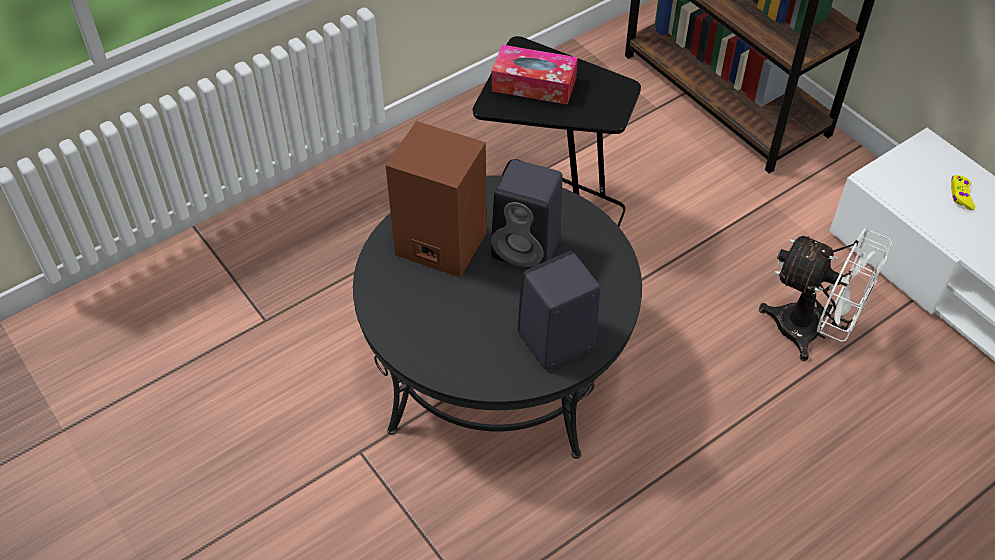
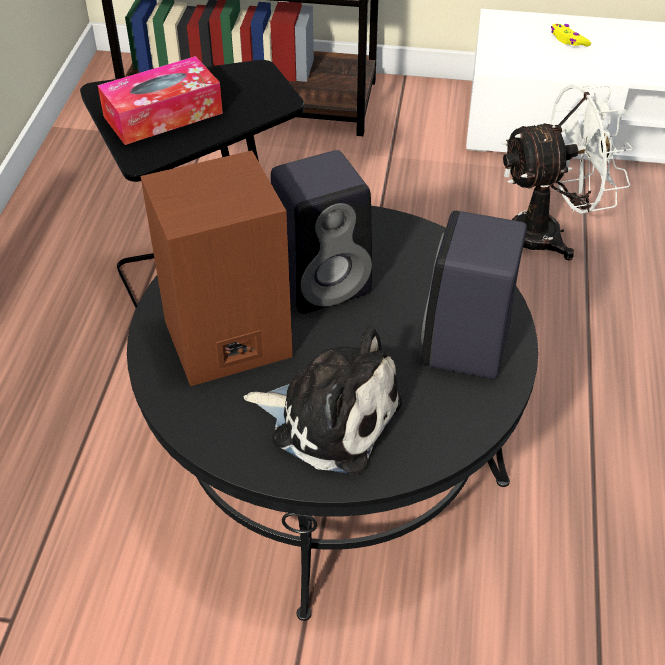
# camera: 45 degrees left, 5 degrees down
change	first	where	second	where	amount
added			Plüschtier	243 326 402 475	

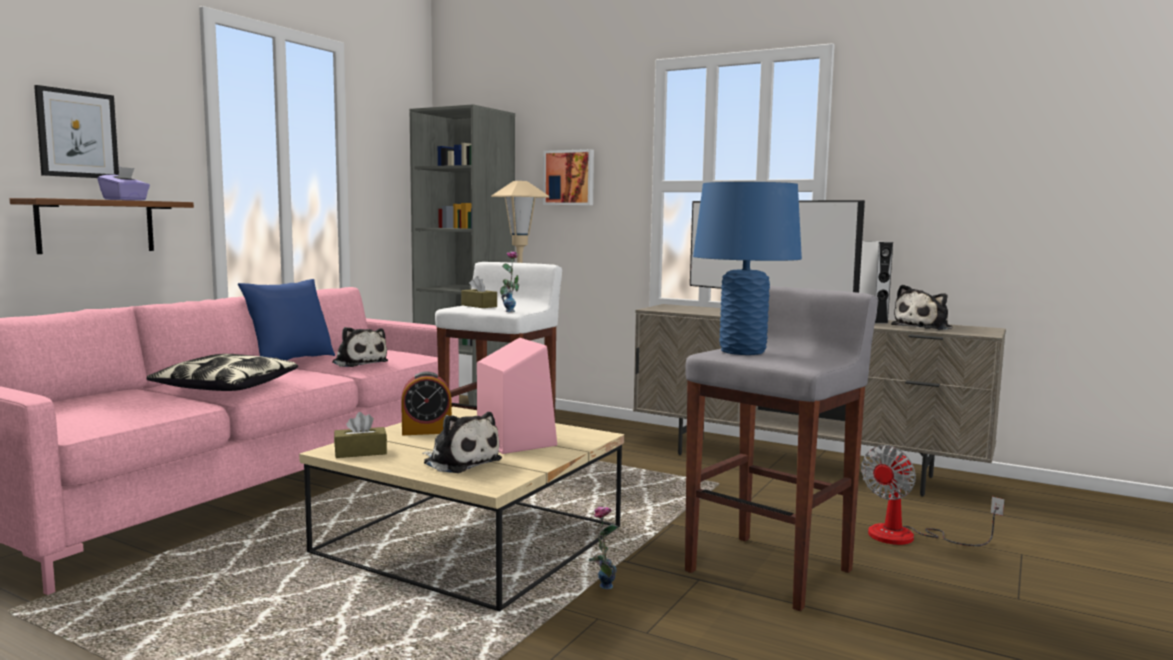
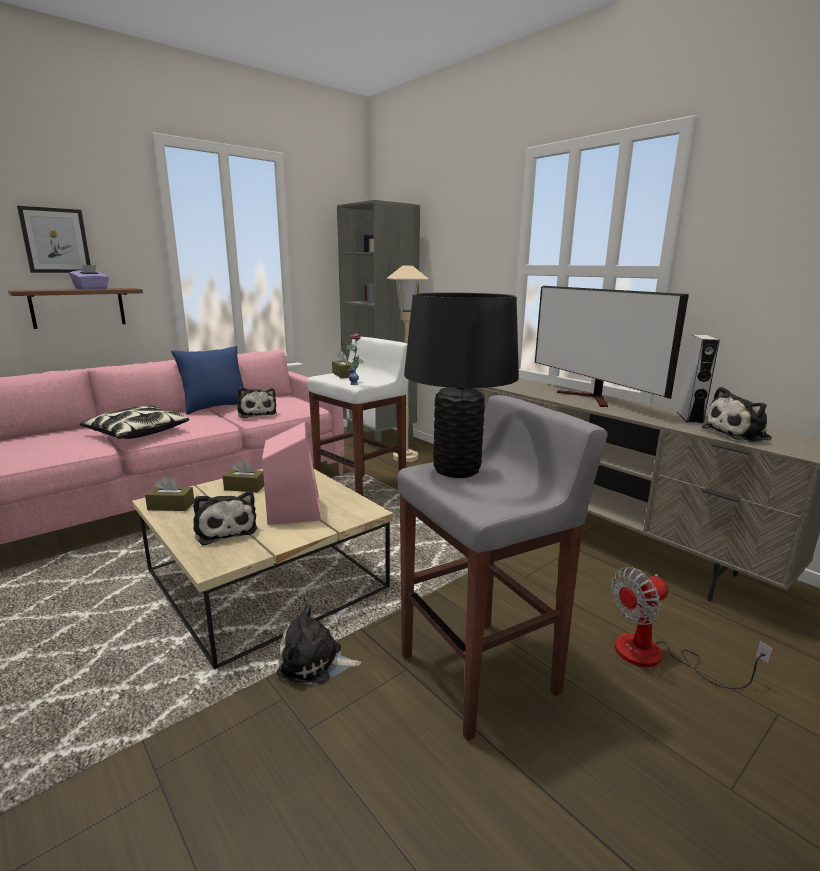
# camera: 20 degrees right, 10 degrees up
change	first	where	second	where	amount
removed	Bild	543 149 594 205			
replaced	Wecker	401 371 452 435	Taschentuchbox [braun]	223 459 264 492	
replaced	Vase	589 507 618 589	Plüschtier	277 603 361 685	
recoloured	Tischlampe [blau]	693 182 802 355	Tischlampe [schwarz]	404 292 519 478	

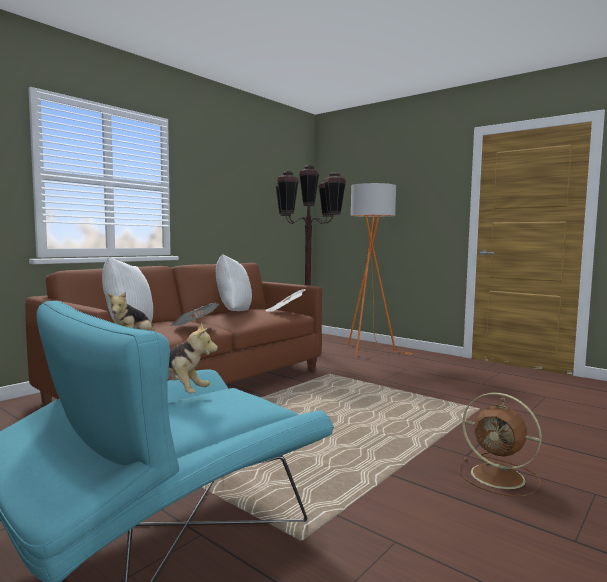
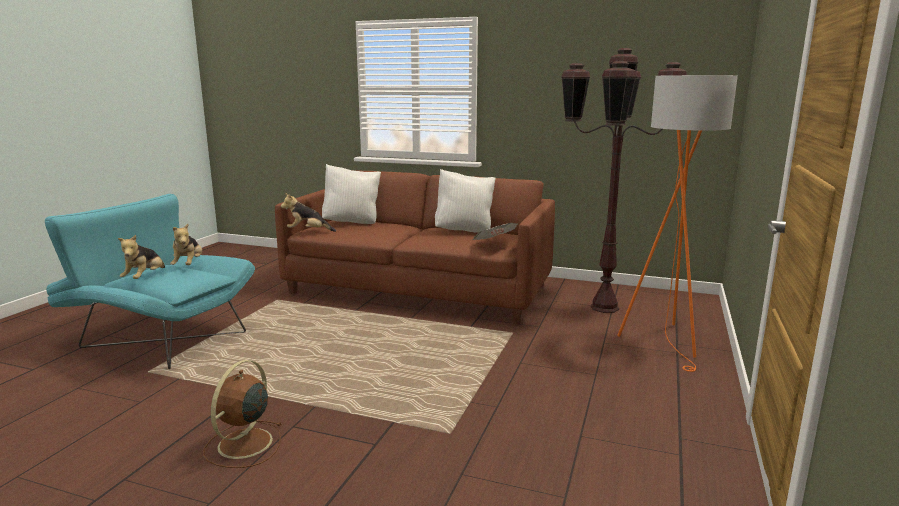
# camera: 70 degrees right, 10 degrees up
change	first	where	second	where	amount
removed	Zeitung	170 302 219 326			
added			Plüschtier	118 235 165 279	

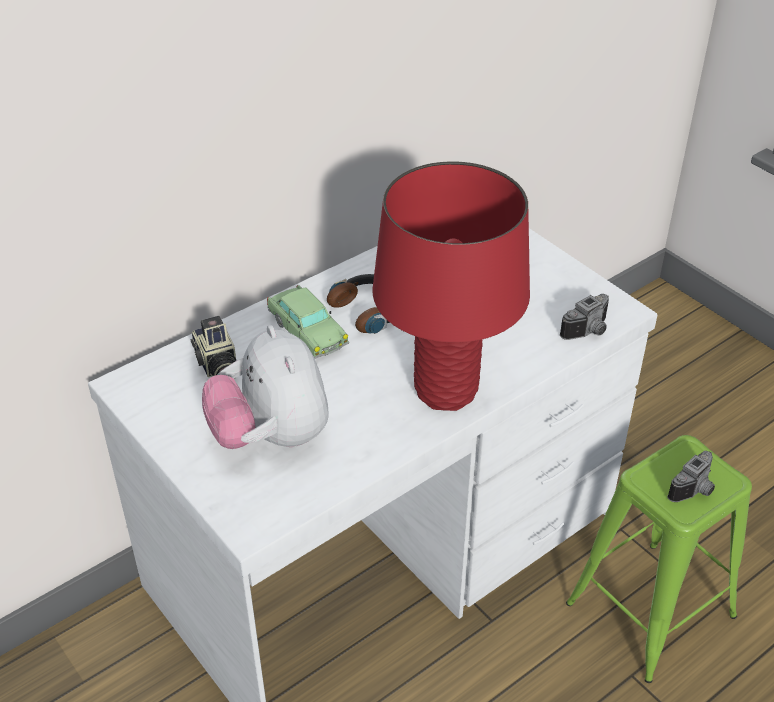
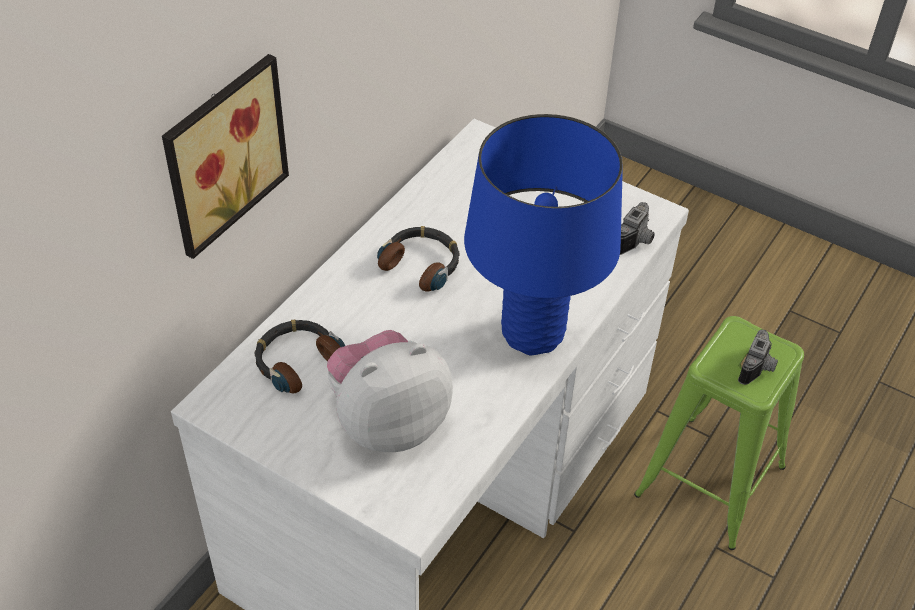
# camera: 20 degrees left, 5 degrees up
change	first	where	second	where	amount
removed	Spielzeugauto	267 285 349 359			
added			Bild	162 54 289 259	
replaced	Kamera	190 316 236 379	Kopfhörer	255 319 345 393	
recoloured	Tischlampe [rot]	372 161 530 411	Tischlampe [blau]	464 114 623 356	
turned	Plüschtier	202 325 328 449		327 330 453 452	105 degrees clockwise

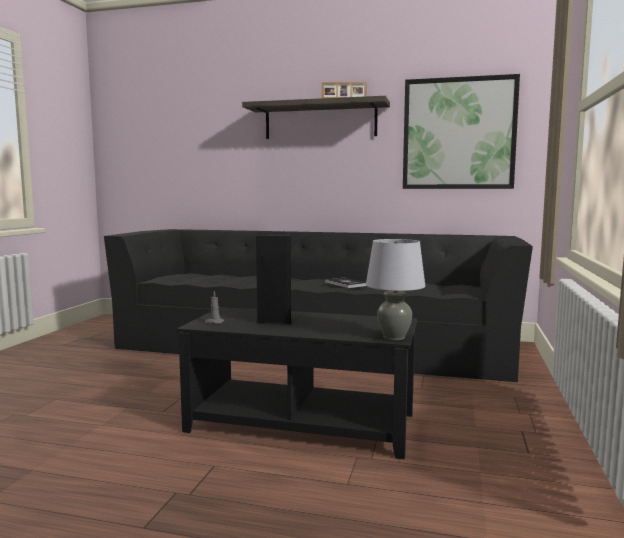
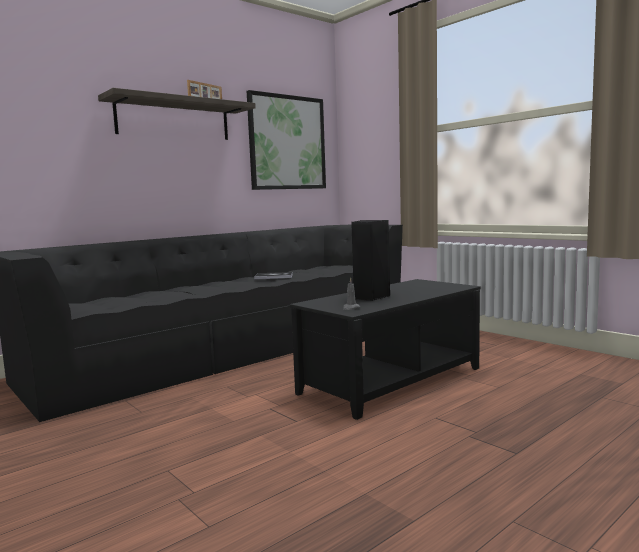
# camera: 55 degrees left, 0 degrees up
change	first	where	second	where	amount
removed	Tischlampe [grau]	366 239 425 340			

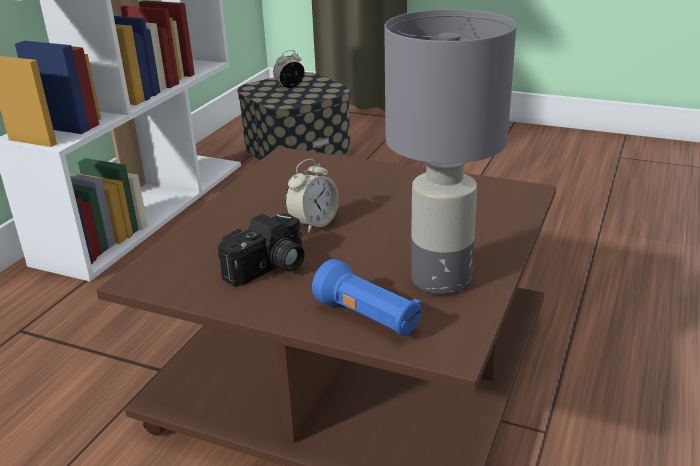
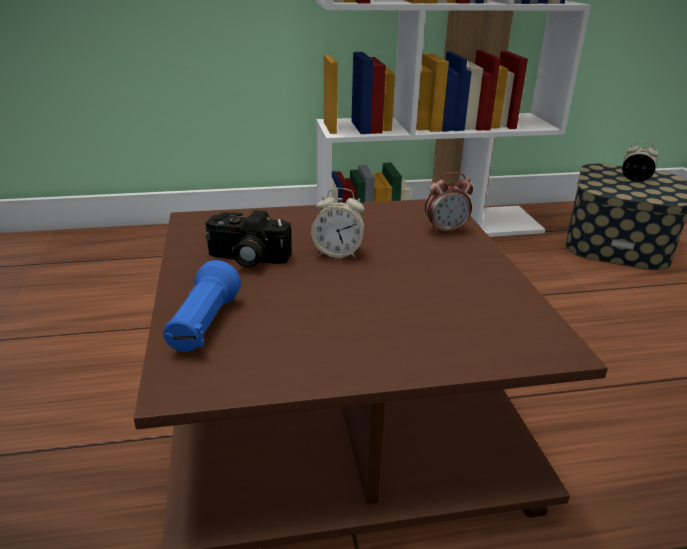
# camera: 55 degrees right, 0 degrees up
change	first	where	second	where	amount
removed	Tischlampe [grau]	384 9 516 295			
added			Wecker	425 172 473 234	

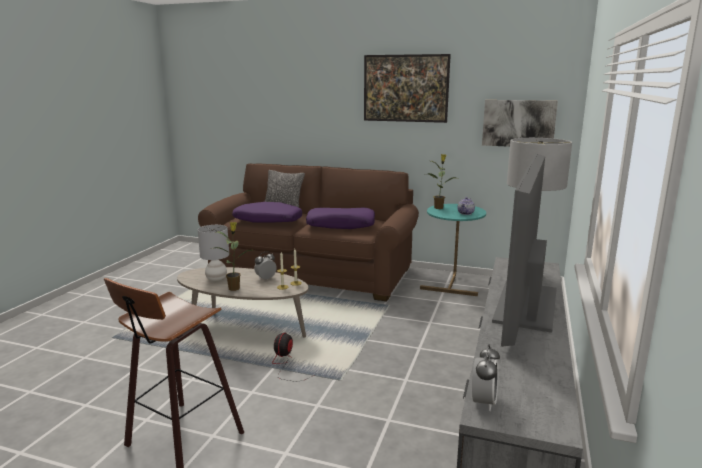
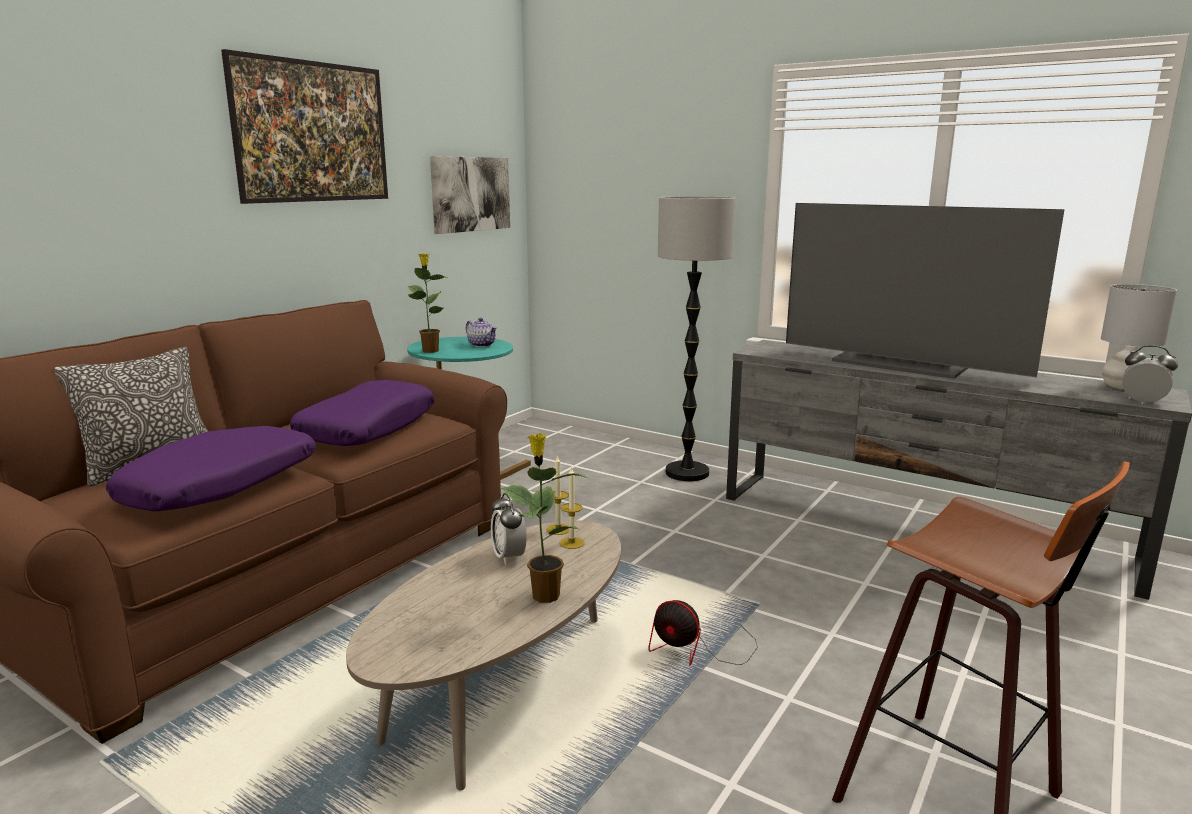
# camera: 75 degrees left, 0 degrees up
change	first	where	second	where	amount
moved	Tischlampe [grau]	198 225 229 281		1101 284 1177 390	

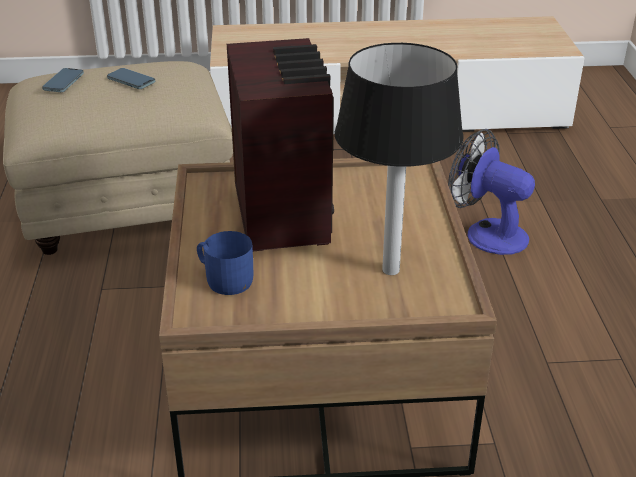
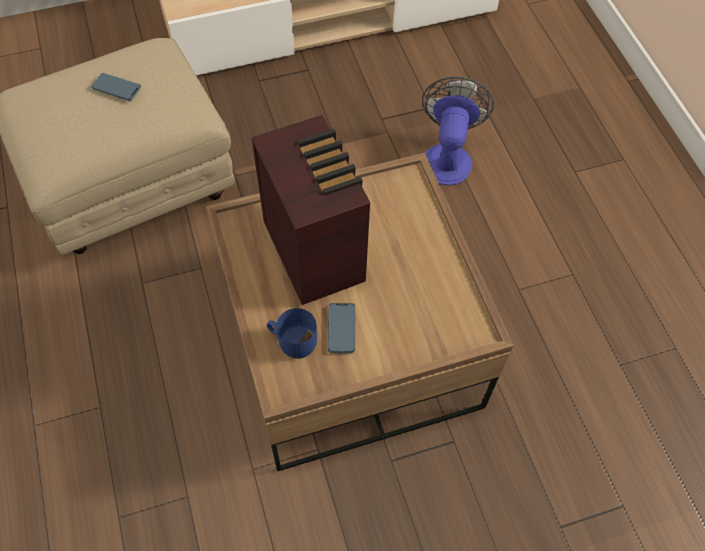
# camera: 15 degrees left, 25 degrees up
change	first	where	second	where	amount
removed	Tischlampe	335 43 463 275			
moved	Handy	42 68 84 92		328 303 356 354	
turned	Ventilator	448 129 535 255		422 76 494 185	75 degrees clockwise

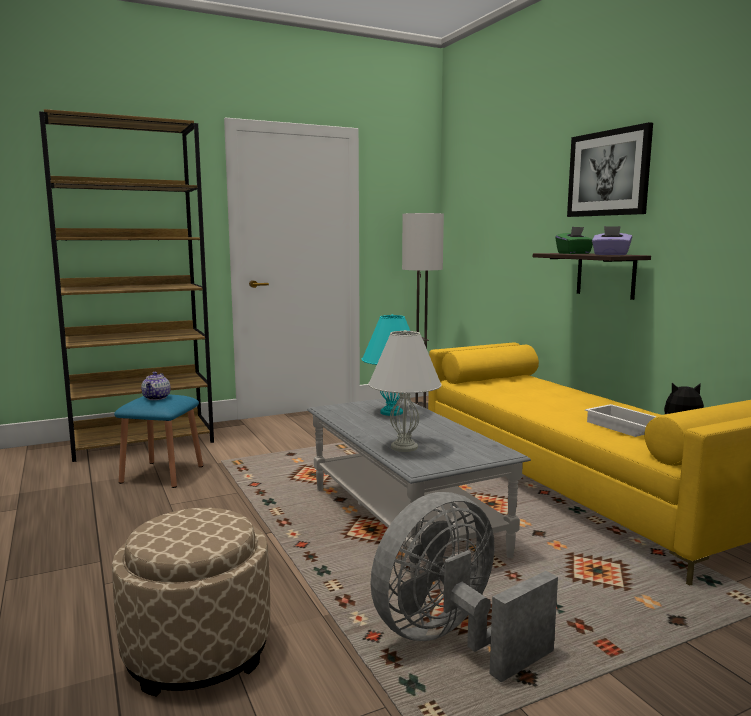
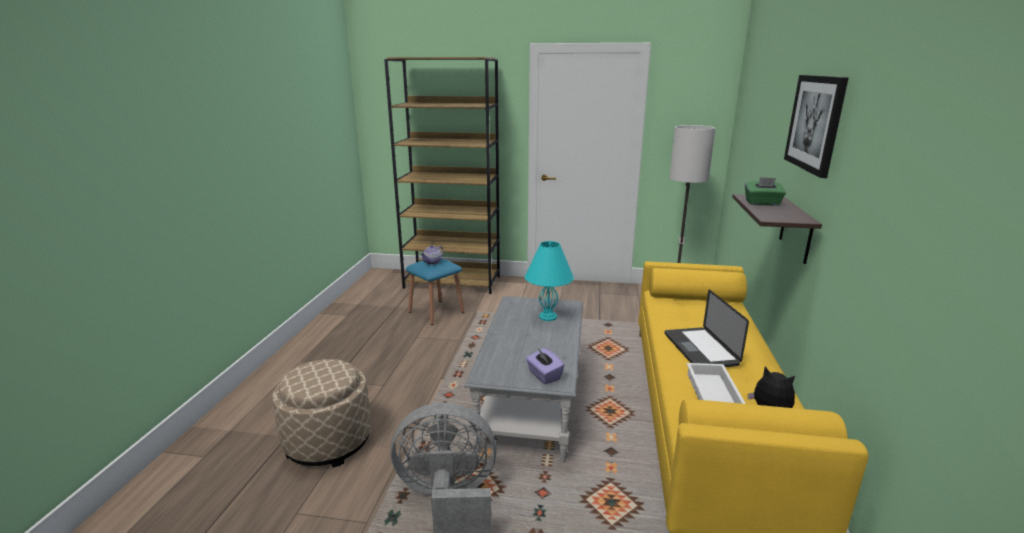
# camera: 35 degrees right, 10 degrees up
change	first	where	second	where	amount
removed	Tischlampe [weiß]	368 330 442 452			
added			Laptop	664 290 749 367	
moved	Taschentuchbox [lila]	592 226 632 255		526 348 564 384	

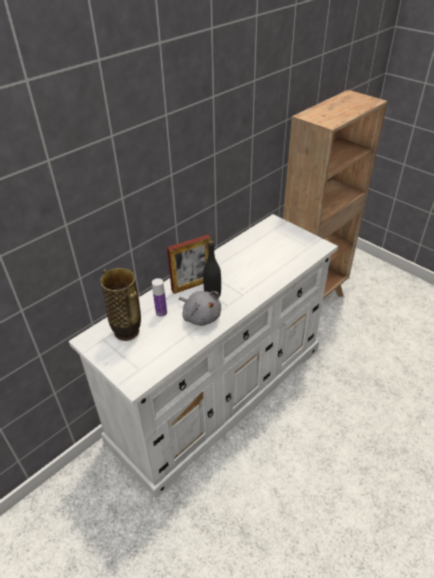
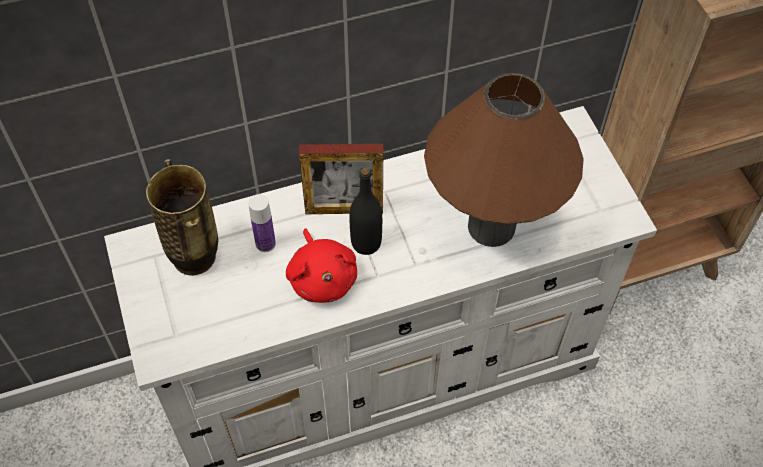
# camera: 25 degrees right, 15 degrees up
change	first	where	second	where	amount
added			Tischlampe [braun]	424 73 584 247	
recoloured	Plüschtier [grau]	179 291 221 326	Plüschtier [rot]	286 228 357 303	

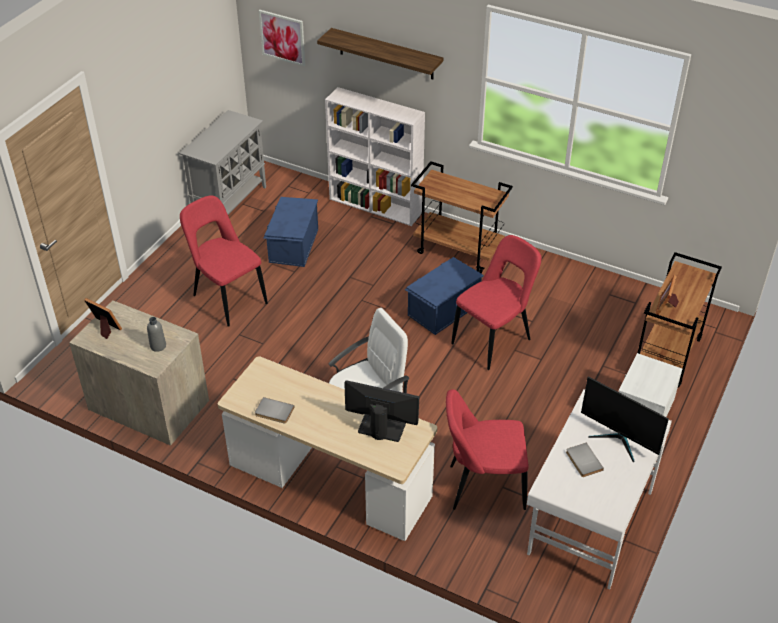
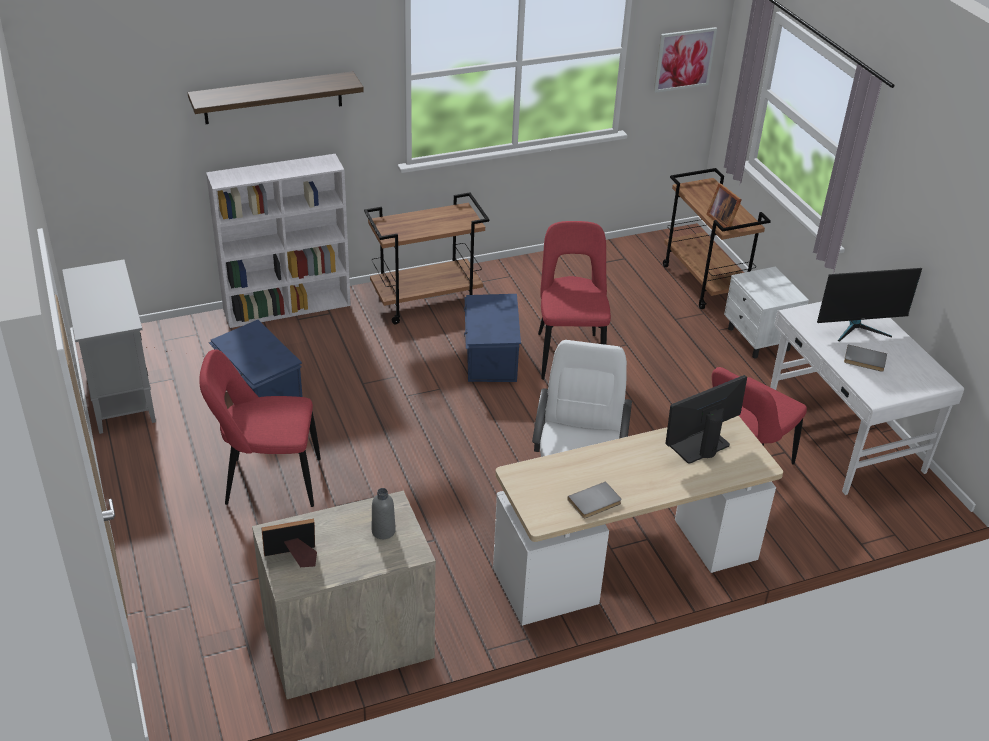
# camera: 50 degrees left, 5 degrees down
change	first	where	second	where	amount
moved	Bild	259 10 305 66		654 27 717 93	

